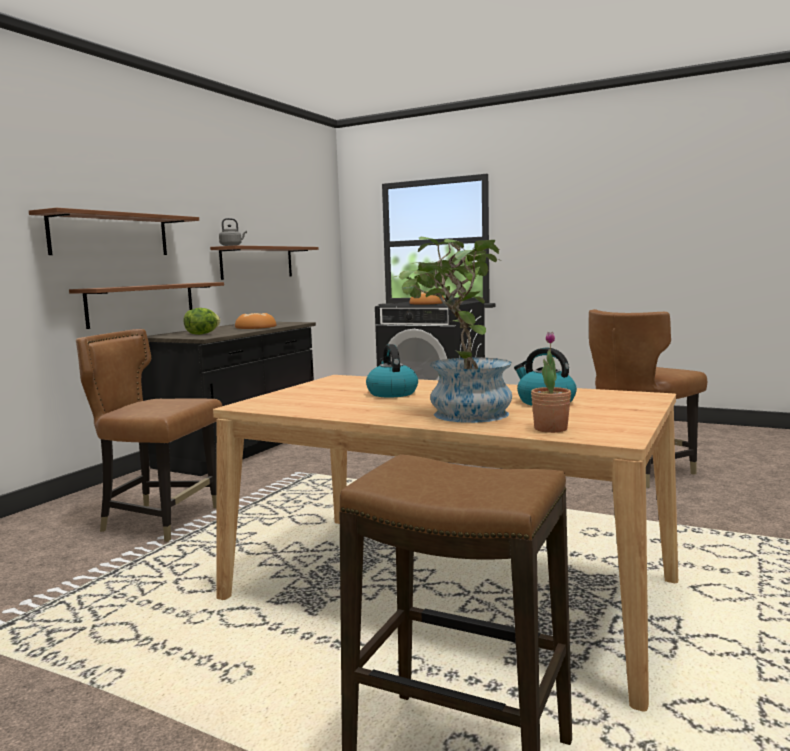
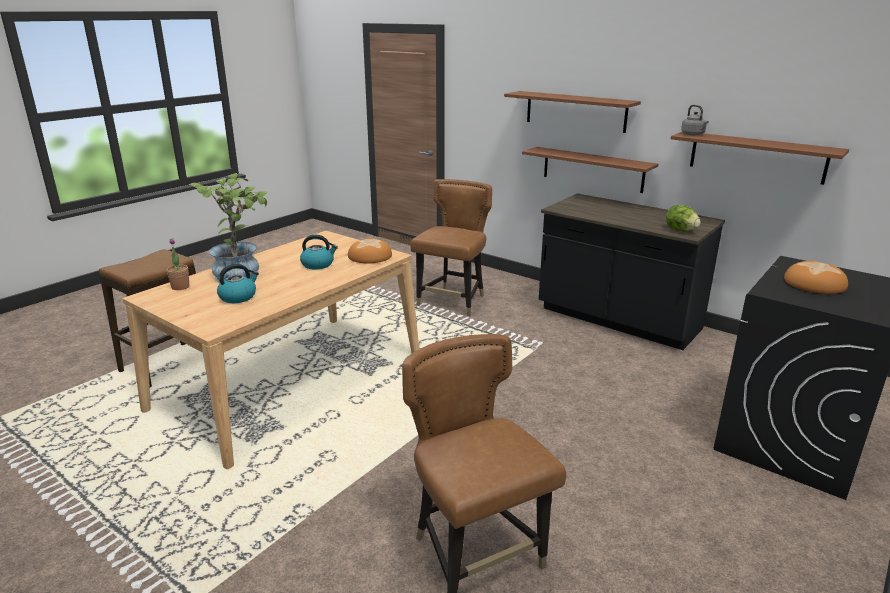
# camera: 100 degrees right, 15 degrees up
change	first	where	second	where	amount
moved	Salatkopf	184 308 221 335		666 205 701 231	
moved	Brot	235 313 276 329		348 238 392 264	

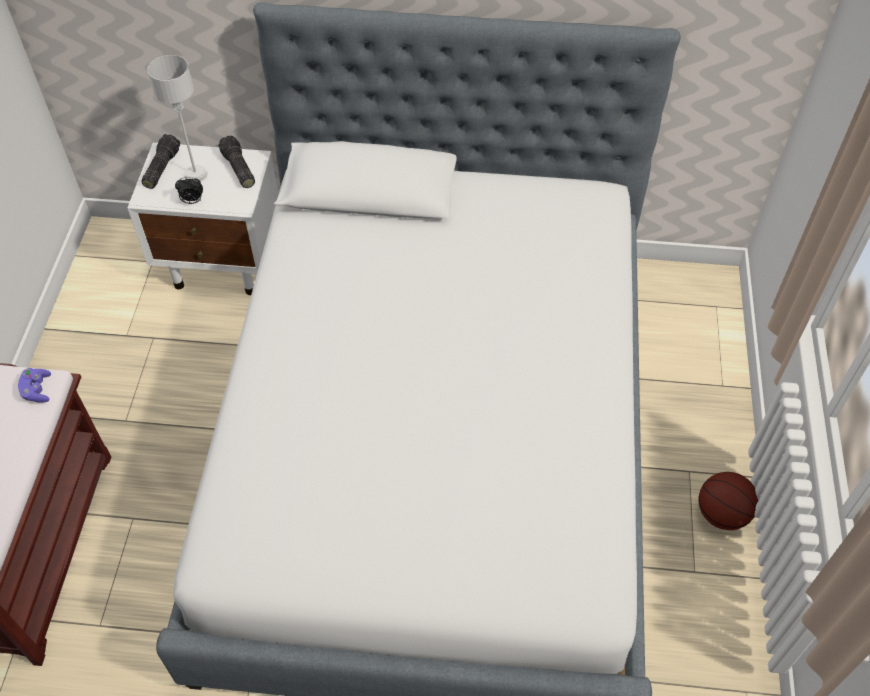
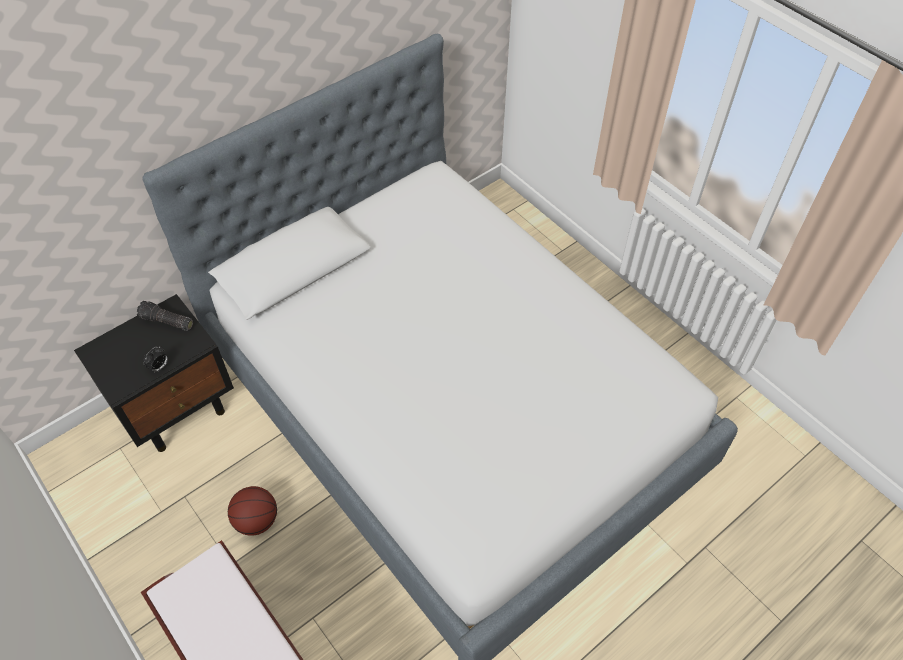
# camera: 45 degrees left, 0 degrees up
change	first	where	second	where	amount
removed	Gamepad [lila]	18 368 51 403			
removed	Taschenlampe	141 134 180 189			
removed	Tischlampe [grau]	147 55 208 182			
moved	Basketball	698 472 759 530		228 486 277 536	
recoloured	Nachttisch [weiß]	128 143 278 295	Nachttisch [schwarz]	74 294 234 452	

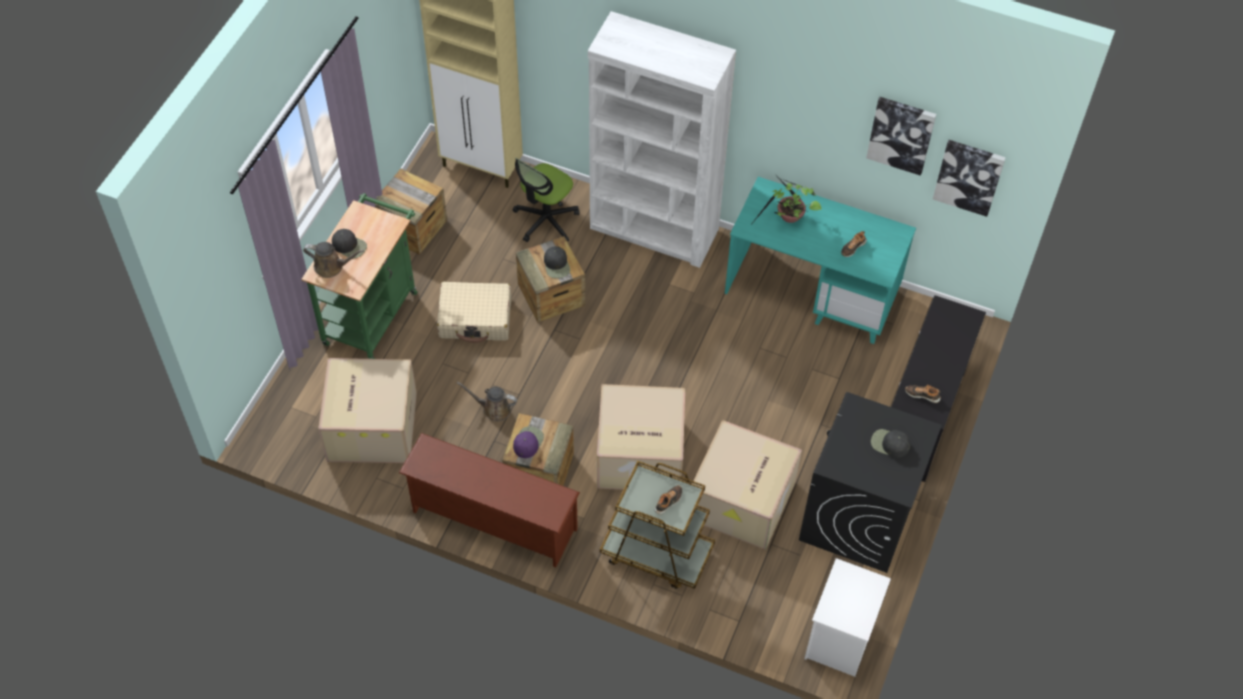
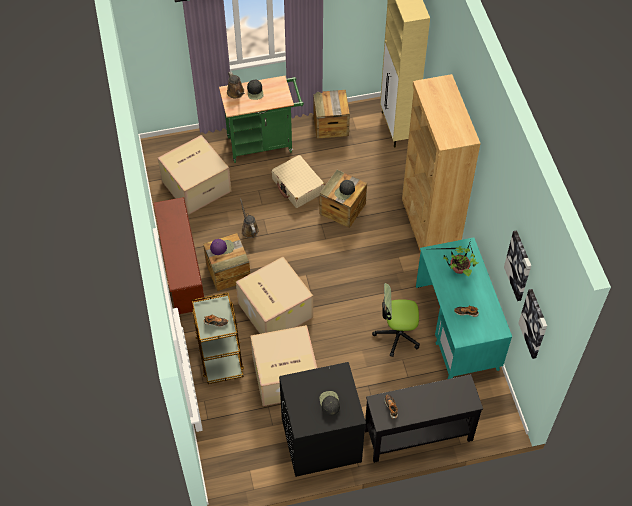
# camera: 55 degrees right, 0 degrees up
change	first	where	second	where	amount
removed	Nachttisch [weiß]	804 558 891 677			
moved	Bürostuhl	513 157 579 242		372 283 420 357	
recoloured	Bücherregal [weiß]	588 11 736 268	Bücherregal [braun]	402 74 481 253	

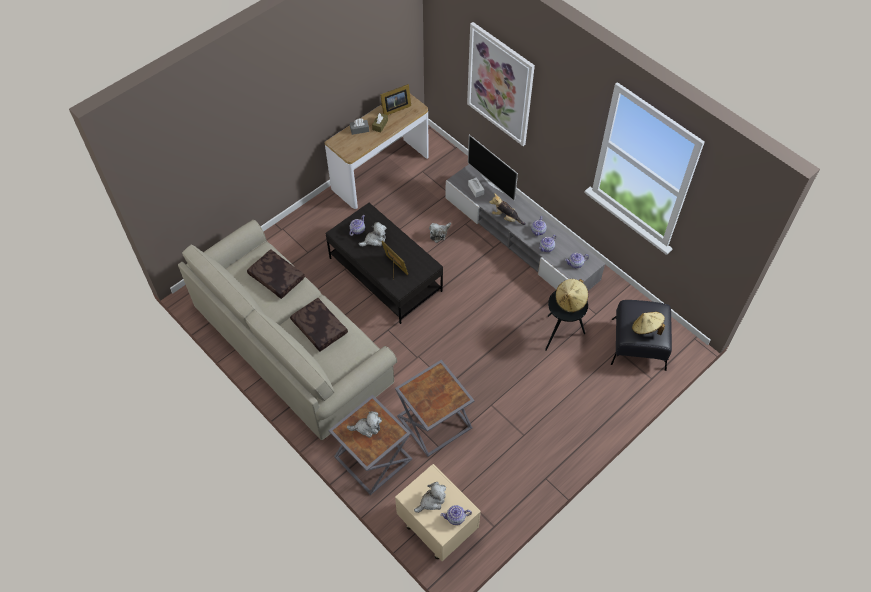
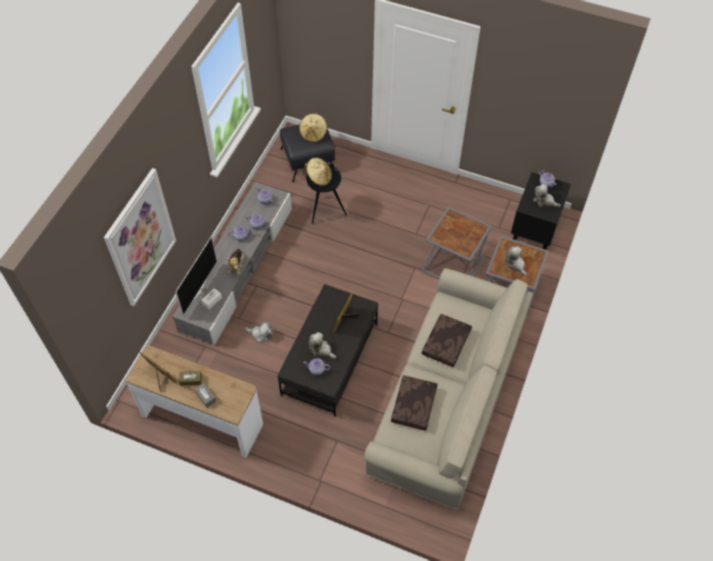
# camera: 115 degrees left, 0 degrees up
change	first	where	second	where	amount
recoloured	Nachttisch [beige]	395 464 481 561	Nachttisch [schwarz]	511 172 571 250	

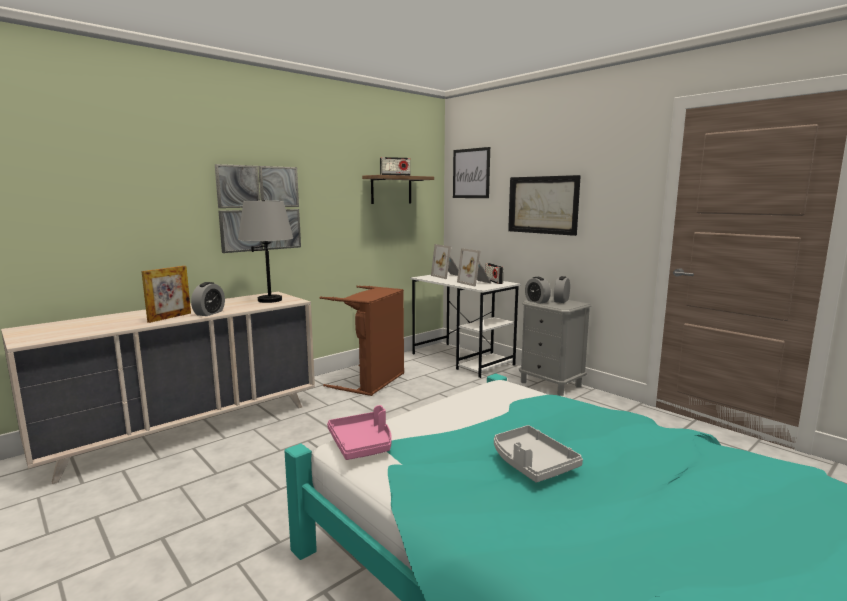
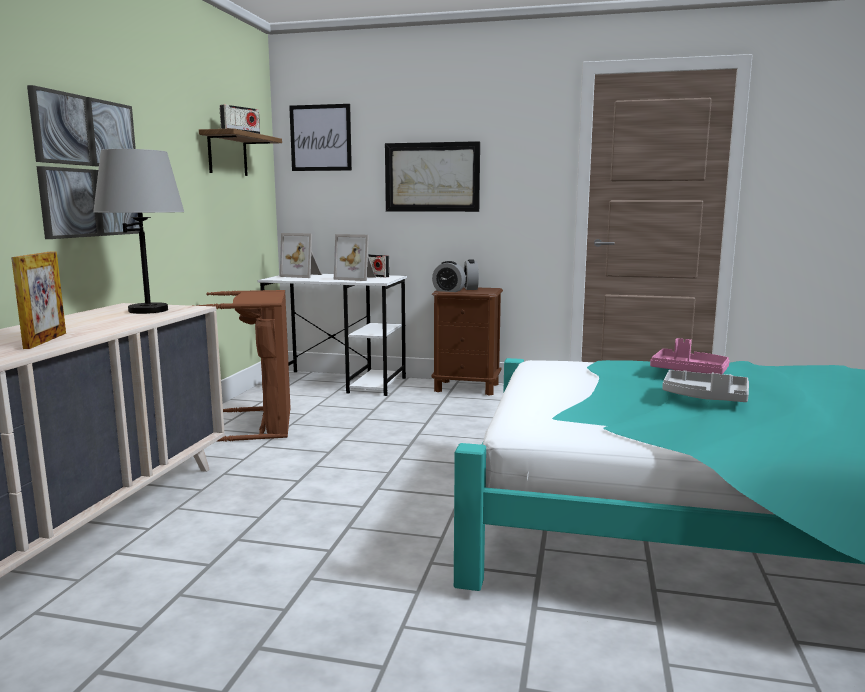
# camera: 35 degrees left, 0 degrees up
change	first	where	second	where	amount
removed	Wecker	191 282 225 316			
moved	Tablett [rosa]	327 405 392 460		650 338 730 375	
recoloured	Nachttisch [grau]	519 297 591 396	Nachttisch [braun]	432 287 503 396	

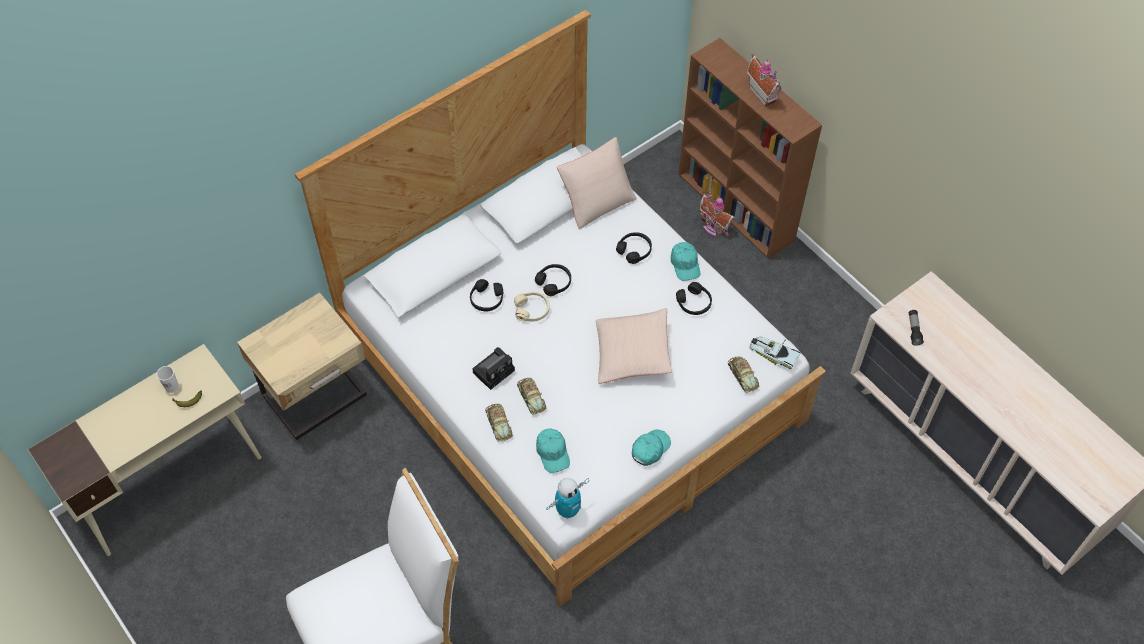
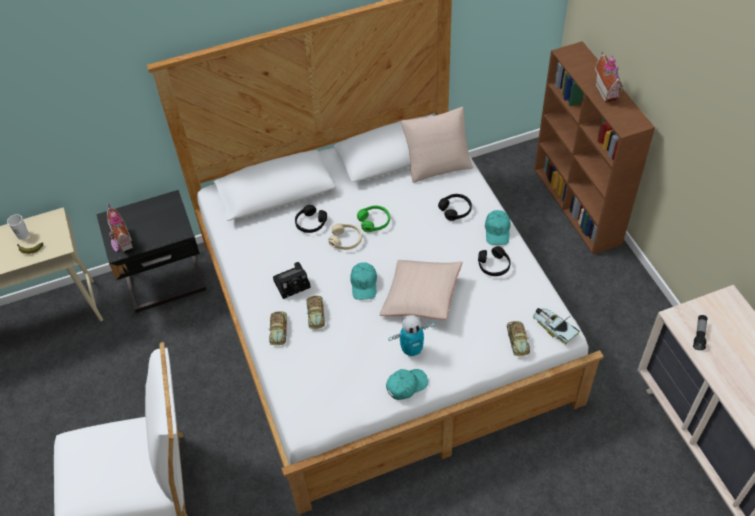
# camera: 20 degrees right, 5 degrees down
change	first	where	second	where	amount
moved	Kappe [türkis]	536 429 570 473		350 262 377 300	
moved	Spielzeugroboter	546 478 589 519		388 315 435 357	
moved	Spielzeughaus	700 191 736 237		107 203 133 253	
recoloured	Nachttisch [beige]	237 292 367 440	Nachttisch [schwarz]	96 190 207 313	
recoloured	Kopfhörer [schwarz]	535 264 571 296	Kopfhörer [grün]	357 205 390 232	

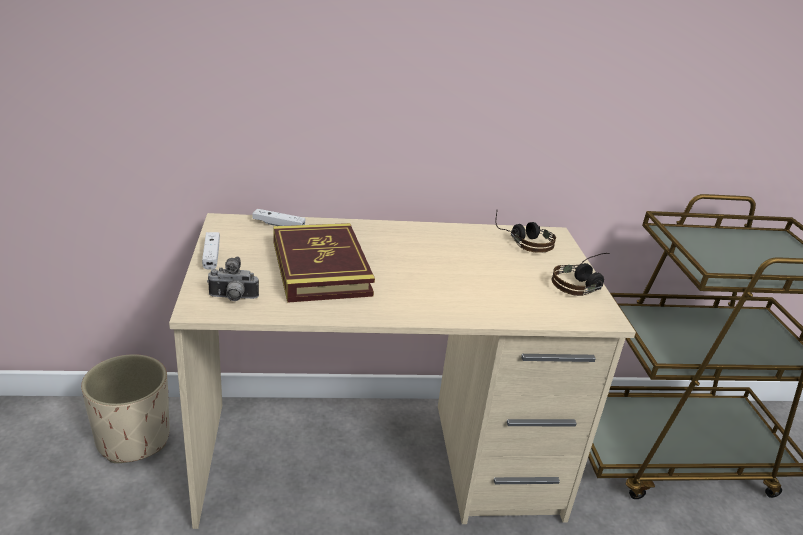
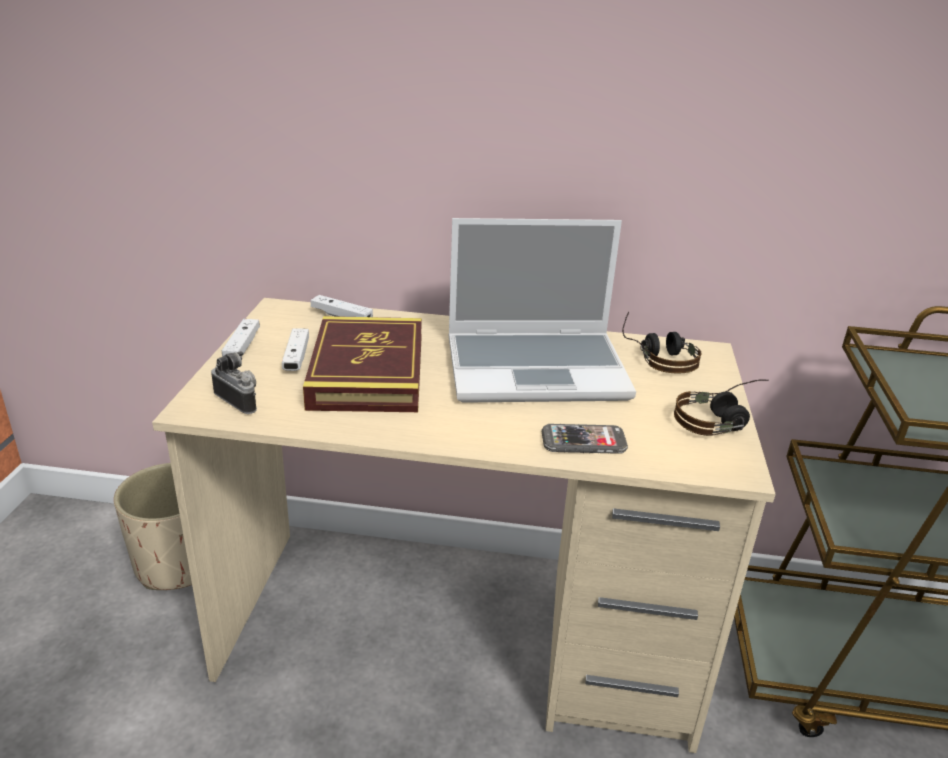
# camera: 15 degrees right, 0 degrees up
change	first	where	second	where	amount
added			Gamepad [weiß]	282 328 309 371	
added			Laptop	449 218 636 403	
added			Handy	542 424 628 454	
turned	Kamera	207 257 259 301		211 351 257 414	150 degrees counterclockwise

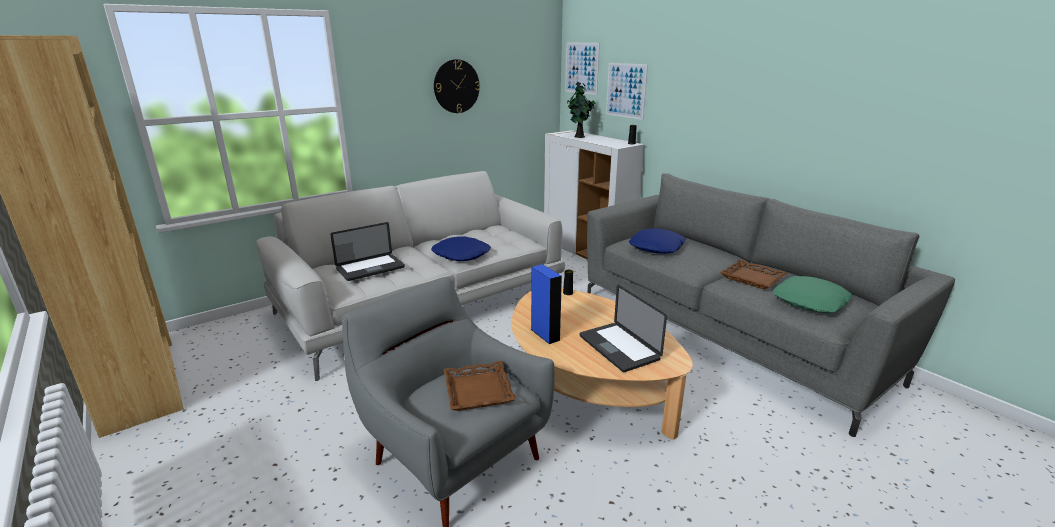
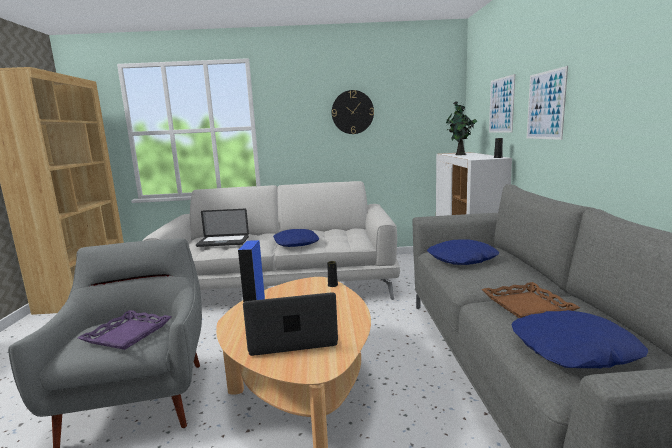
# camera: 35 degrees right, 10 degrees down
change	first	where	second	where	amount
moved	Bild	565 43 600 95		527 66 568 140	
recoloured	Tablett [braun]	444 361 516 411	Tablett [lila]	78 310 172 350	
recoloured	Kissen [grün]	773 276 852 313	Kissen [blau]	512 310 648 368	
turned	Laptop	579 285 667 372		243 292 338 356	75 degrees clockwise

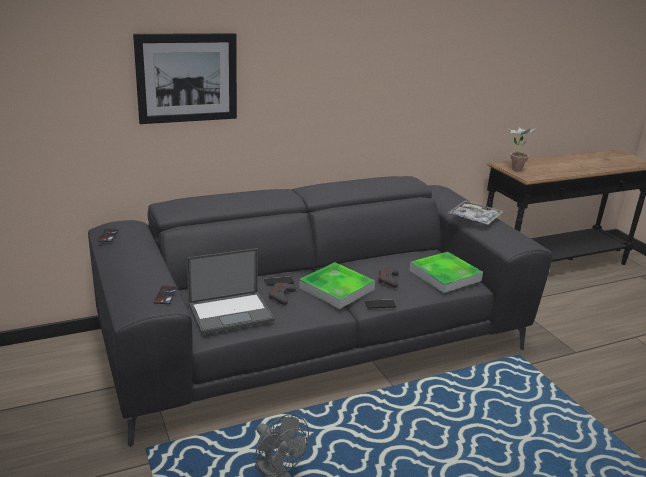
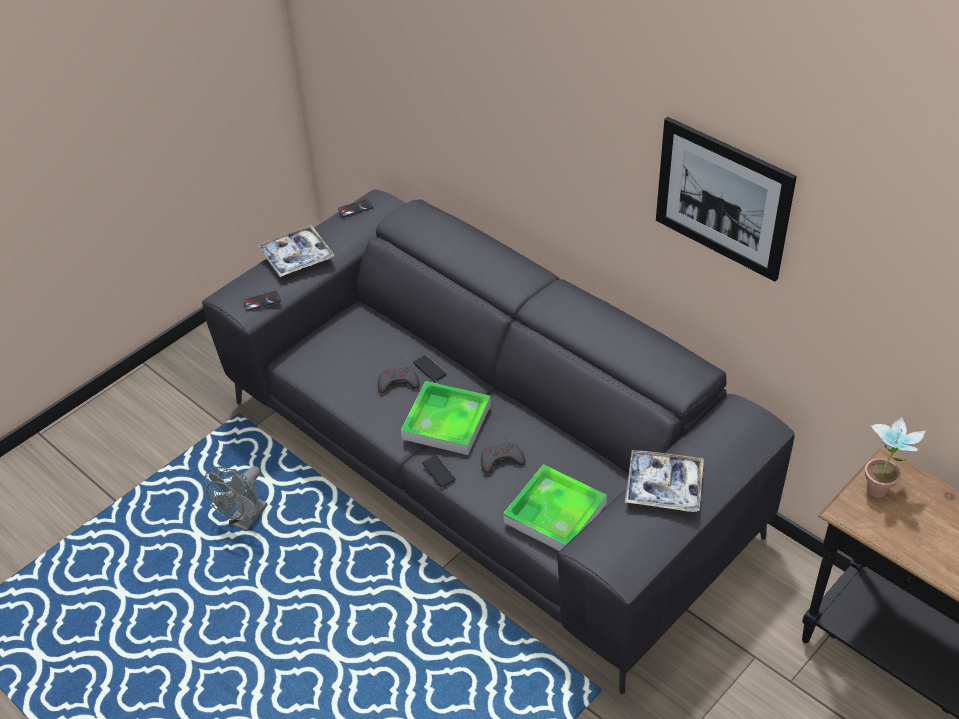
# camera: 70 degrees right, 20 degrees up
change	first	where	second	where	amount
removed	Laptop	187 248 275 334			
added			Tablett	257 225 334 277	
moved	Bild	133 33 237 124		656 117 797 282	

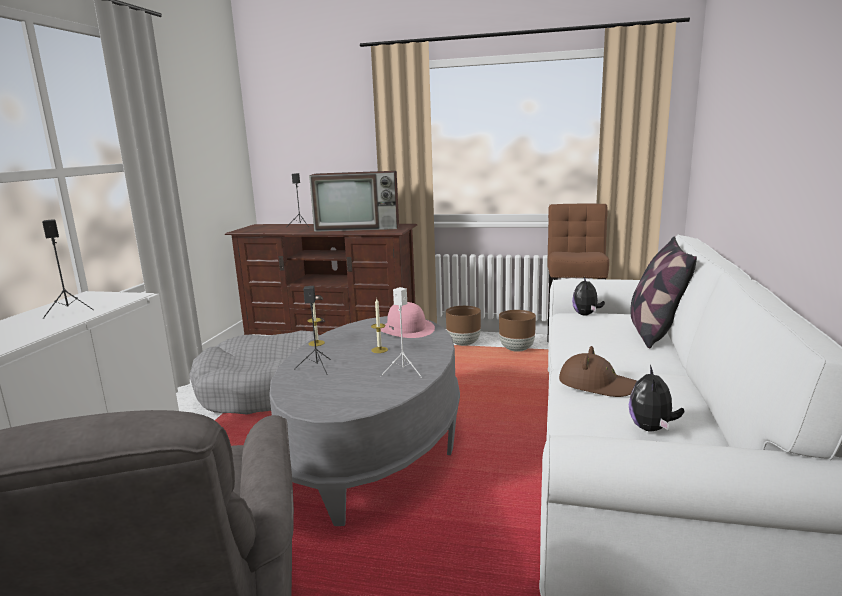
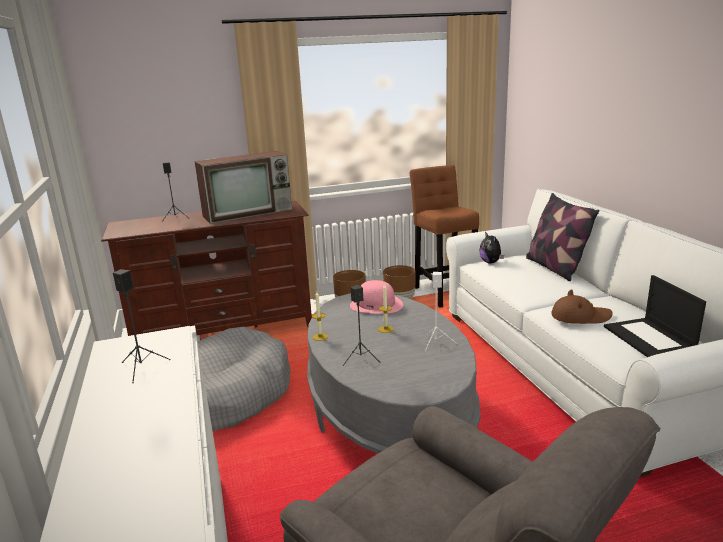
# camera: 30 degrees left, 5 degrees up
change	first	where	second	where	amount
replaced	Plüschtier	629 365 684 431	Laptop	604 275 706 357	

